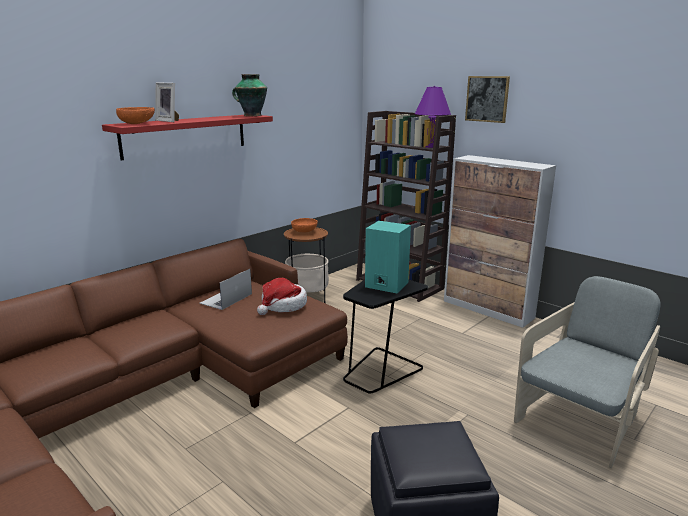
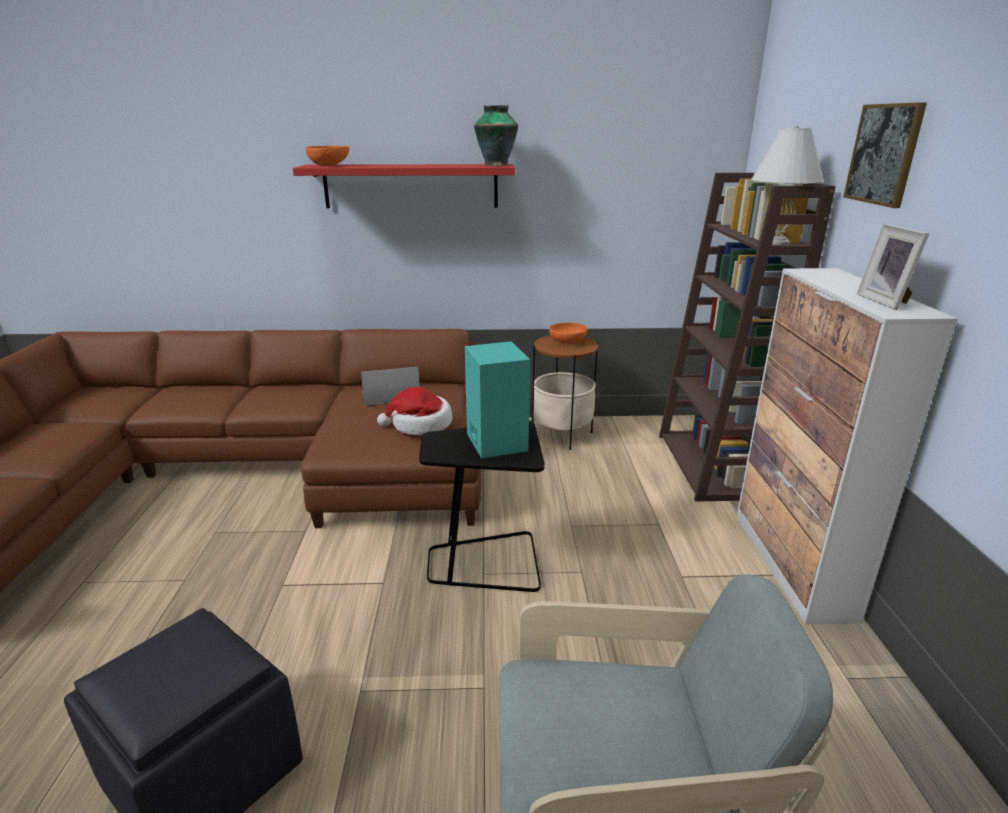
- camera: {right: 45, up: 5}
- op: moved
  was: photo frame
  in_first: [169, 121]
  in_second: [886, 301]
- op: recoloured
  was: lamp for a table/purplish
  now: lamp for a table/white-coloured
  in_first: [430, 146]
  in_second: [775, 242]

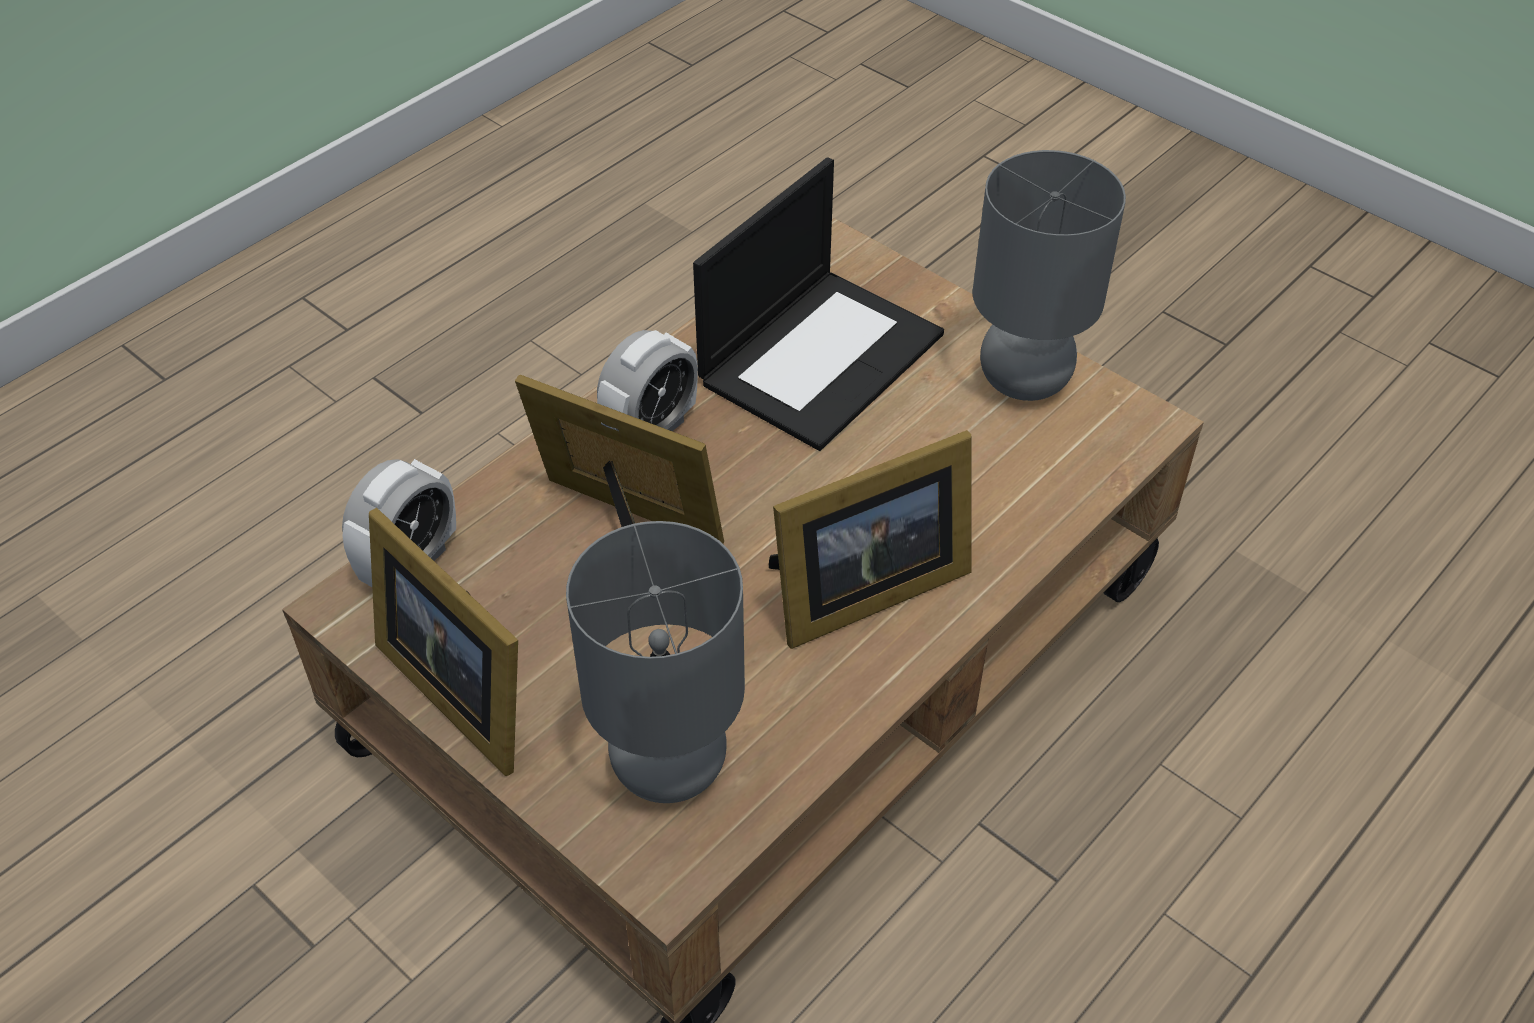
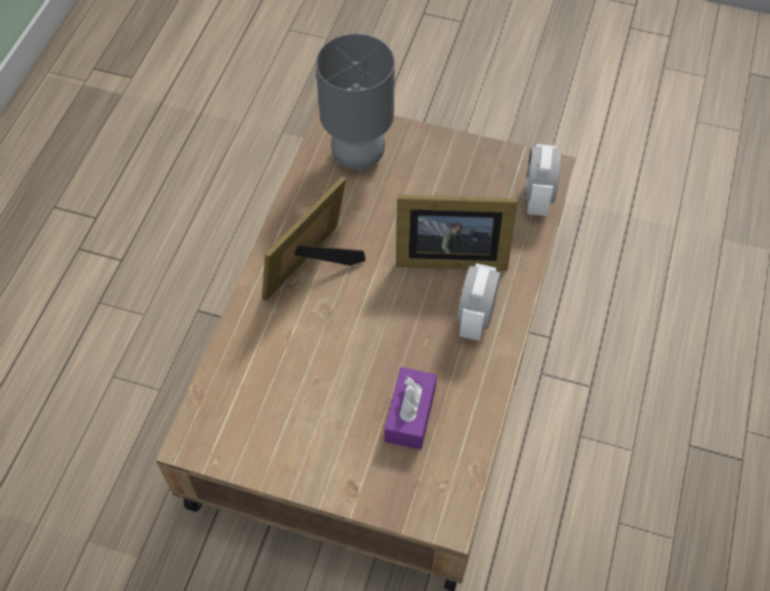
- camera: {right: 155, up: 10}
- op: removed
  was: lamp for a table/greyish
  in_first: [1024, 379]
- op: replaced
  was: portable computer
  now: tissue holder/purplish
  in_first: [821, 356]
  in_second: [410, 414]
- op: removed
  was: photo frame
  in_first: [461, 686]

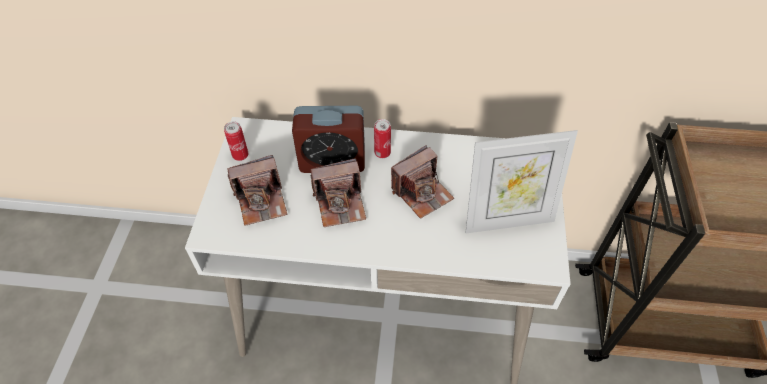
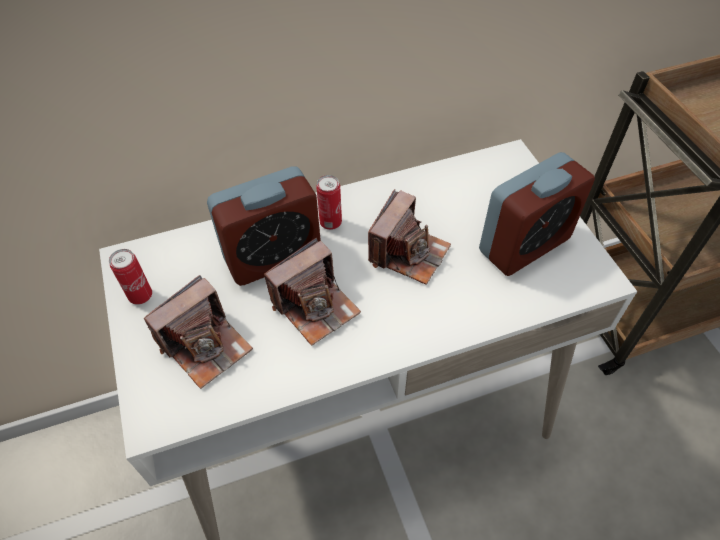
- camera: {right: -25, up: 0}
- op: replaced
  was: photo frame
  now: table clock
  in_first: [507, 219]
  in_second: [524, 245]

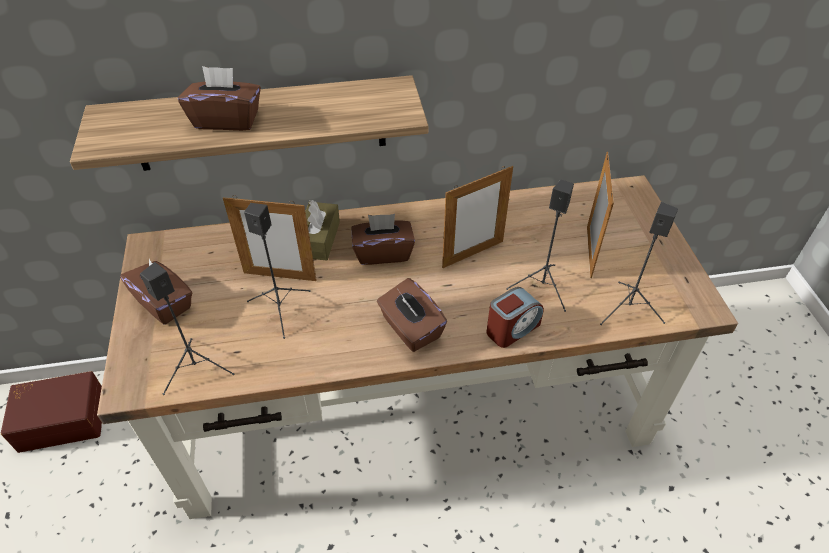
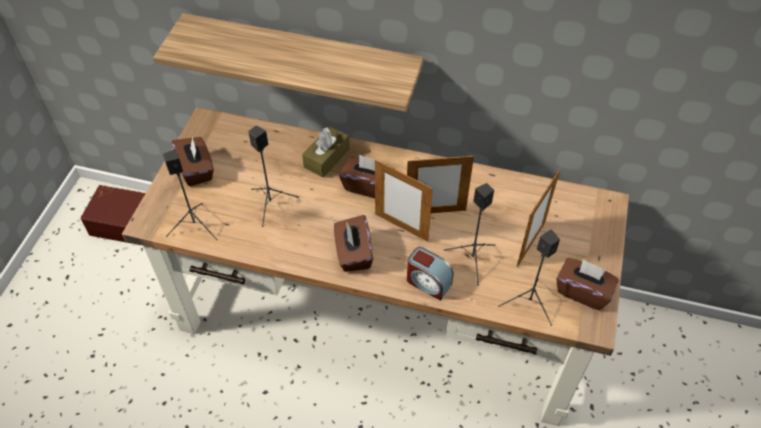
- camera: {right: 25, up: 5}
- op: moved
  was: tissue holder/brownish
  in_first: [227, 120]
  in_second: [582, 291]
- op: moved
  was: photo frame
  in_first: [280, 276]
  in_second: [401, 227]
- op: turned
  was: table clock
  in_first: [512, 329]
  in_second: [428, 282]
  clockwise: 45

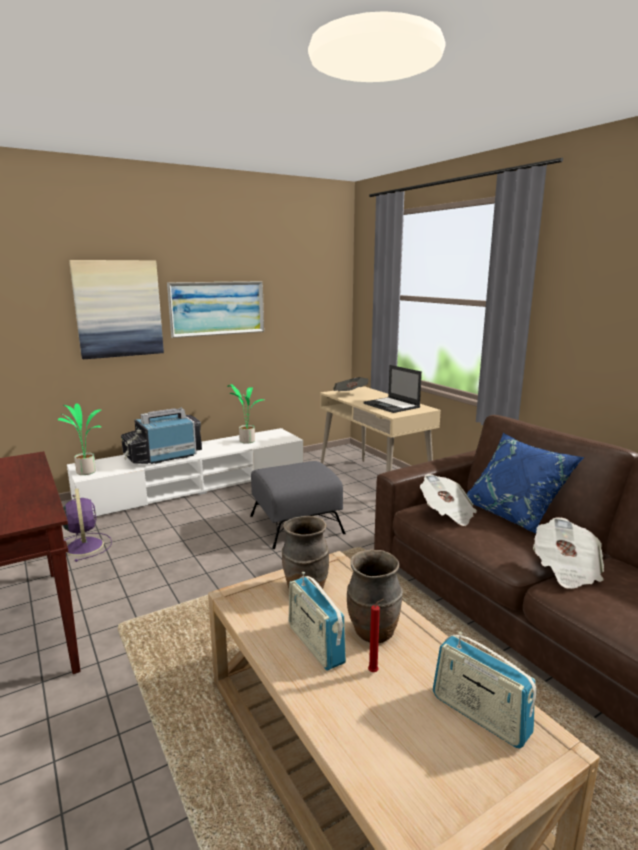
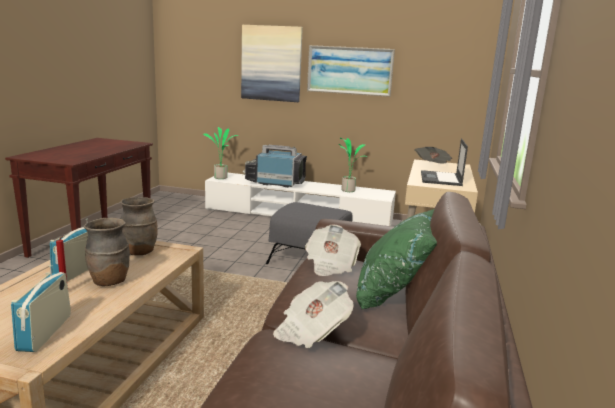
- camera: {right: 45, up: 0}
- op: recoloured
  was: cushion/blue
  now: cushion/greenish
  in_first: [514, 515]
  in_second: [393, 293]
- op: removed
  was: cooling fan/purplish
  in_first: [84, 545]

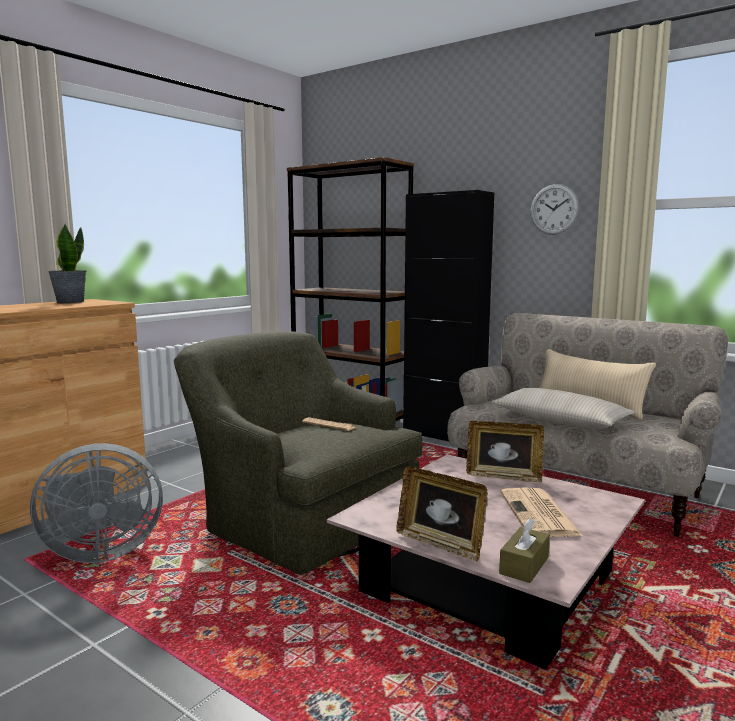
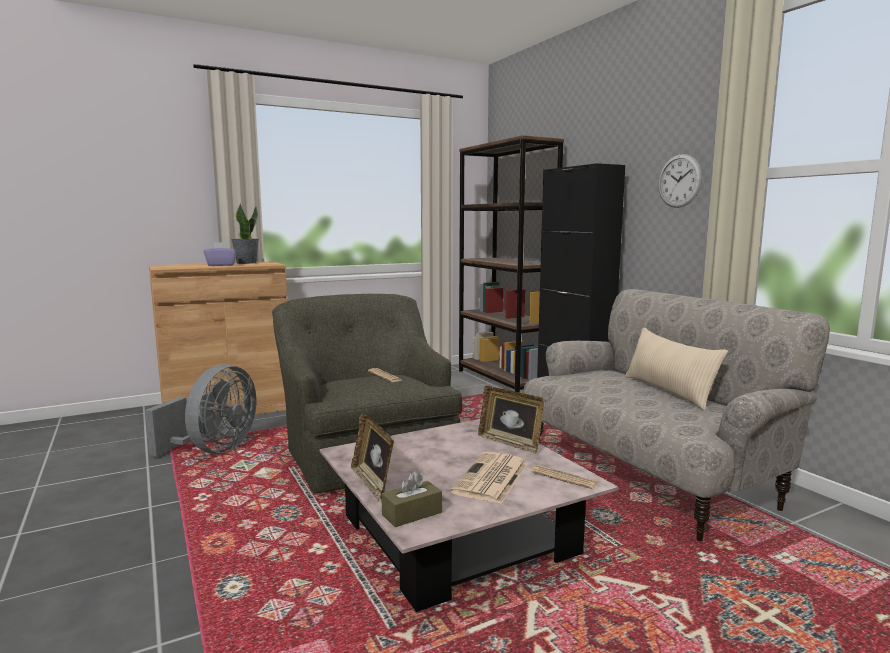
- camera: {right: 25, up: 0}
- op: removed
  was: cushion/beige-coloured
  in_first: [559, 421]
- op: turned
  was: cooling fan/greyish
  in_first: [99, 552]
  in_second: [214, 450]
  clockwise: -75
- op: added
  now: tissue holder/purplish
  in_second: [221, 265]
- op: added
  now: printed paper
  in_second: [564, 478]

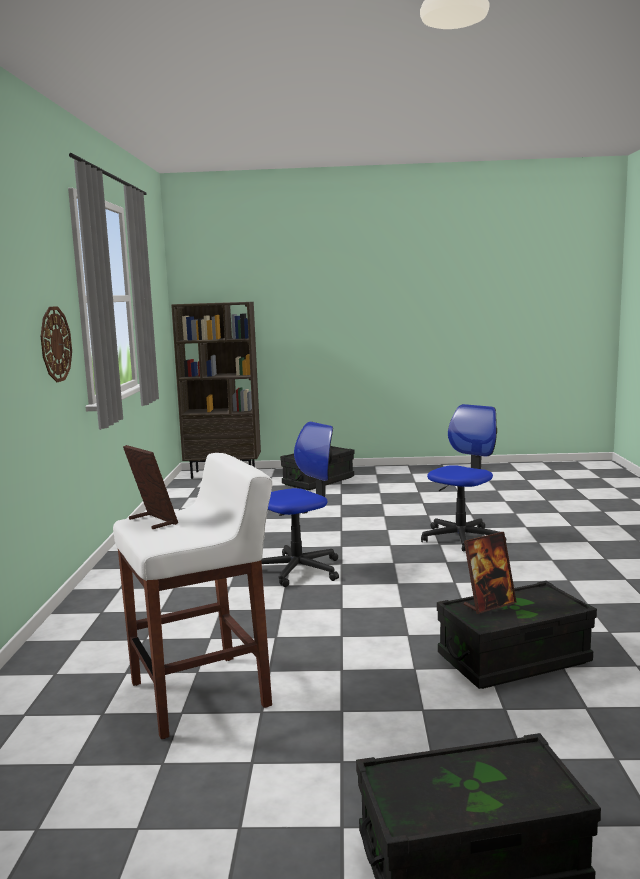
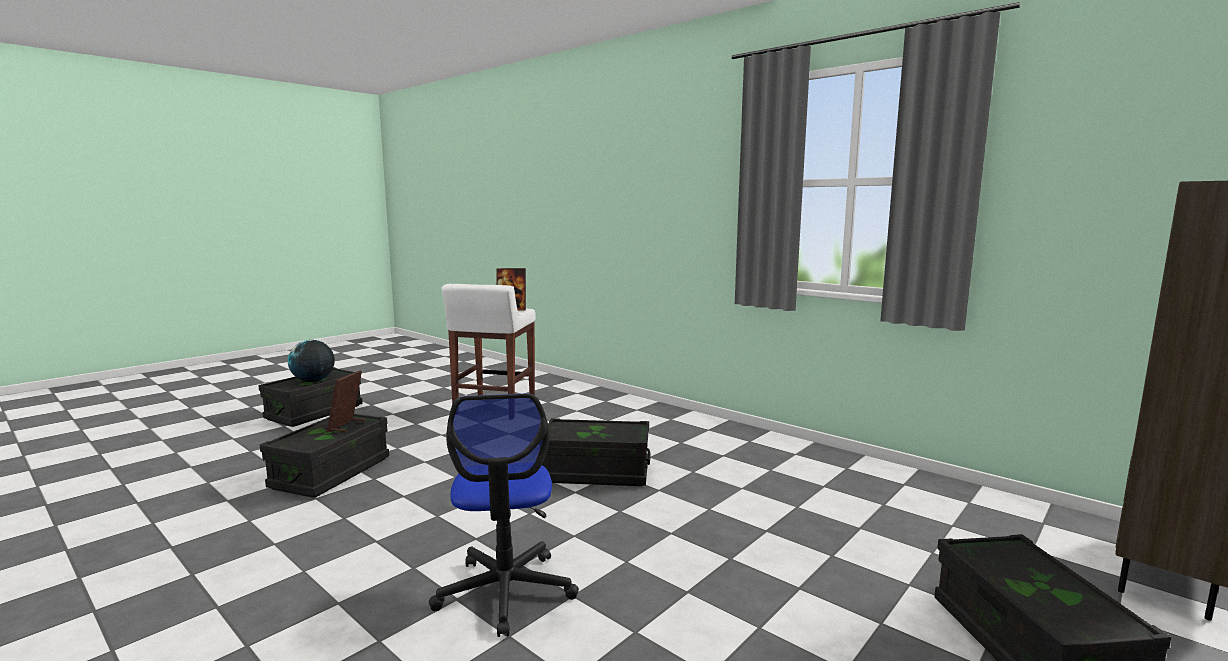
- camera: {right: 130, up: 0}
- op: removed
  was: clock on the wall
  in_first: [55, 344]
- op: replaced
  was: desk chair
  now: storage box/blackish
  in_first: [299, 569]
  in_second: [596, 472]
- op: added
  now: globe
  in_second: [313, 381]

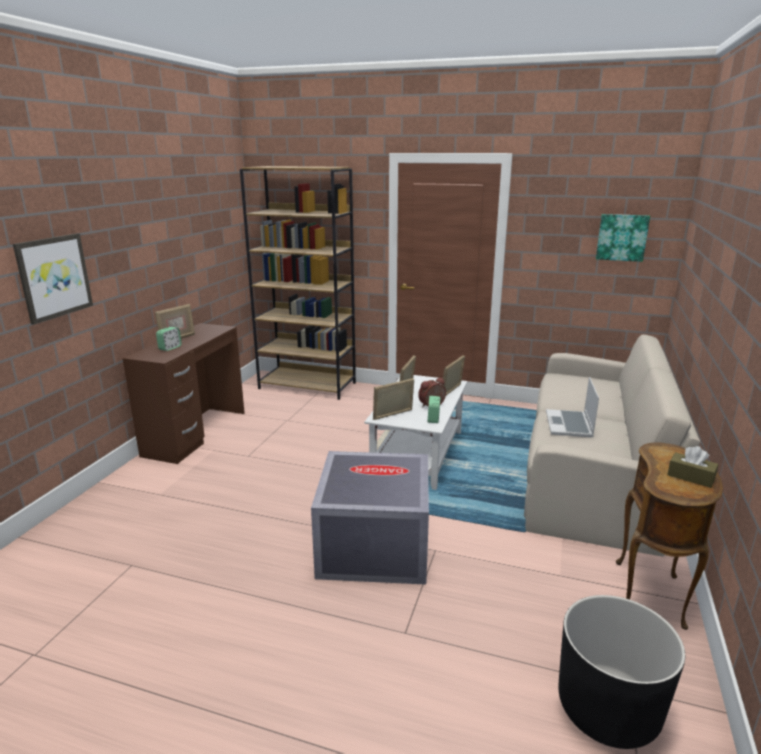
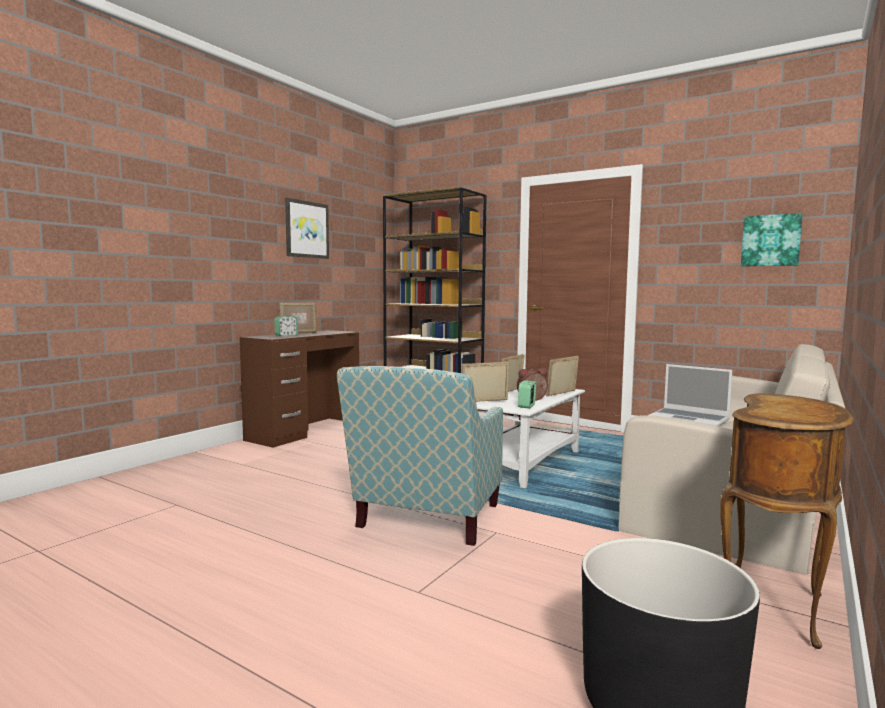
- camera: {right: 15, up: -15}
- op: moved
  was: picture
  in_first: [54, 277]
  in_second: [306, 229]
- op: turned
  was: portable computer
  in_first: [569, 425]
  in_second: [690, 420]
  clockwise: -75
- op: removed
  was: tissue holder/brownish
  in_first: [690, 477]
- op: replaced
  was: storage box/greyish
  now: armchair
  in_first: [372, 547]
  in_second: [425, 521]

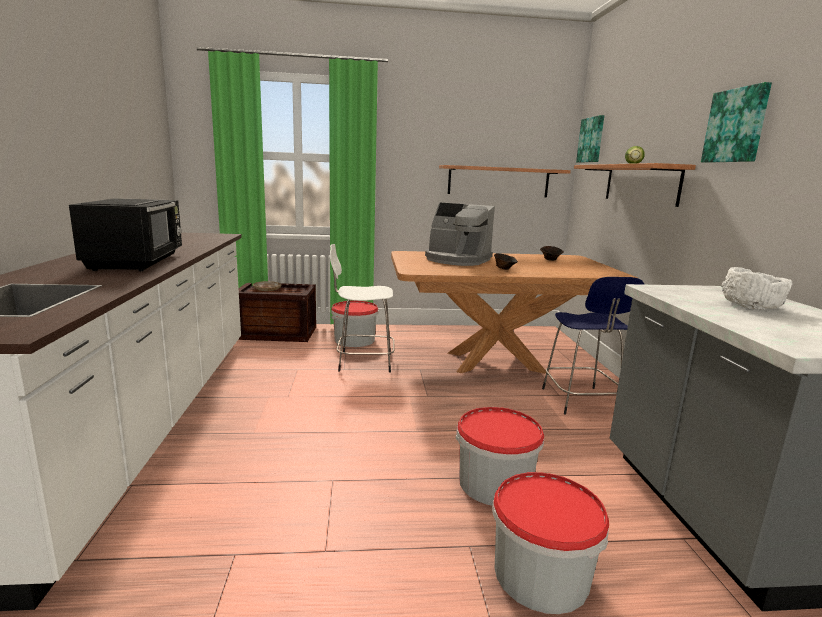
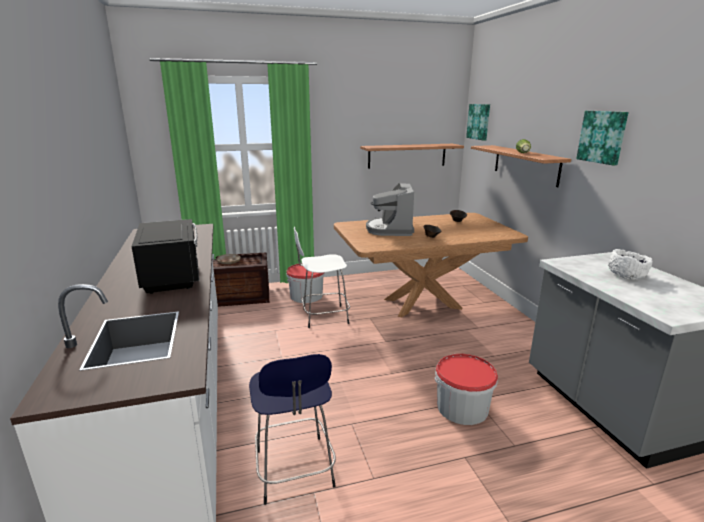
- camera: {right: -10, up: 5}
- op: turned
  was: coffee brewer
  in_first: [457, 260]
  in_second: [390, 229]
  clockwise: 75
- op: moved
  was: stool/blue
  in_first: [581, 402]
  in_second: [295, 471]
- op: removed
  was: bucket
  in_first: [541, 574]

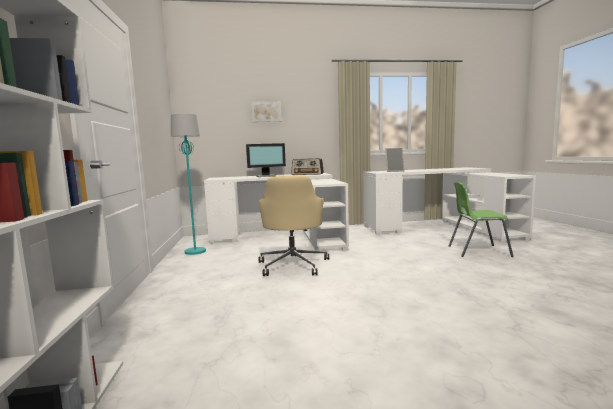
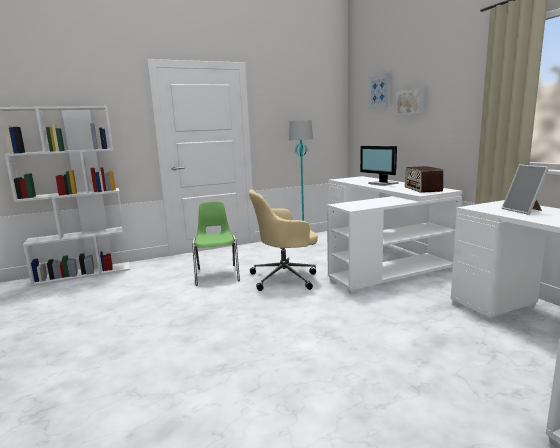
- camera: {right: 75, up: 5}
- op: moved
  was: plain chair/greenish
  in_first: [477, 251]
  in_second: [217, 274]
- op: added
  now: picture
  in_second: [379, 91]

